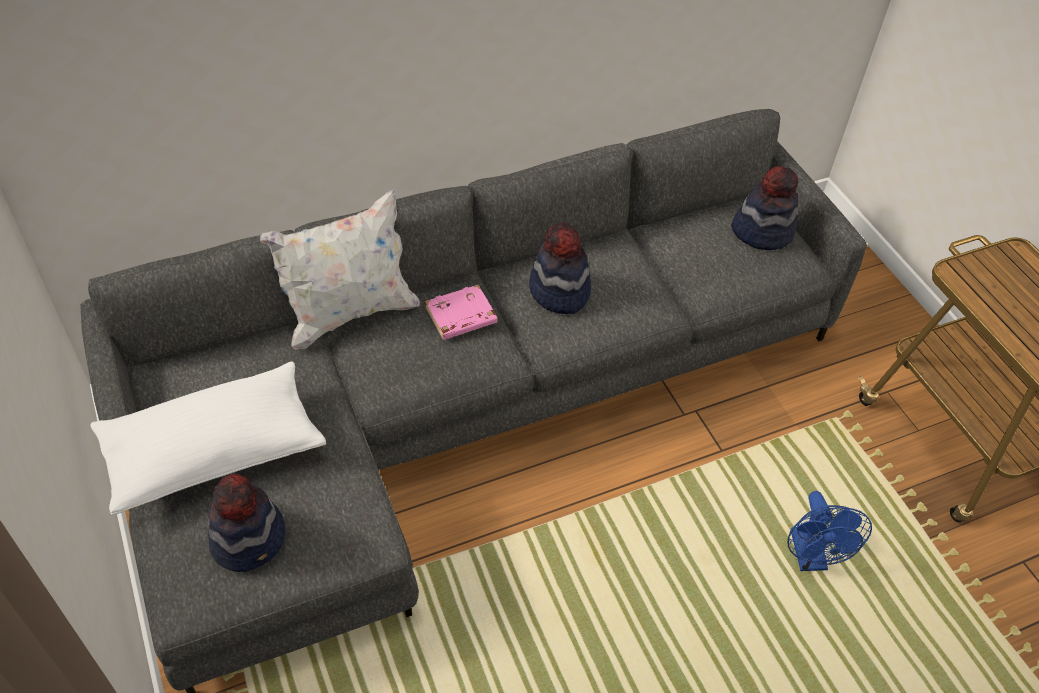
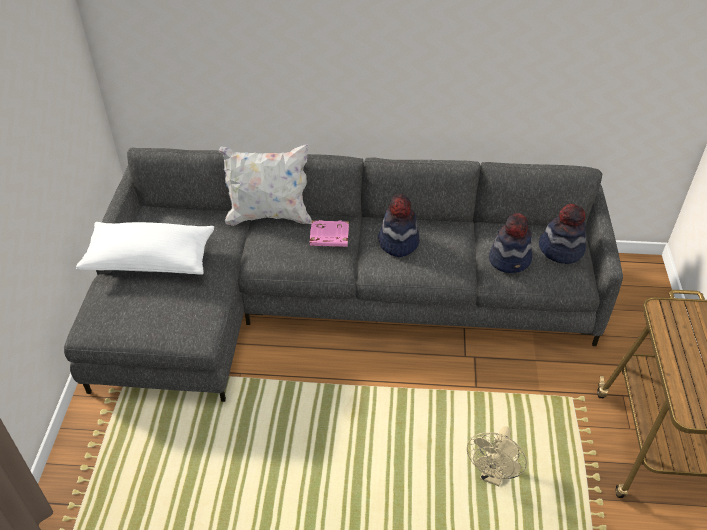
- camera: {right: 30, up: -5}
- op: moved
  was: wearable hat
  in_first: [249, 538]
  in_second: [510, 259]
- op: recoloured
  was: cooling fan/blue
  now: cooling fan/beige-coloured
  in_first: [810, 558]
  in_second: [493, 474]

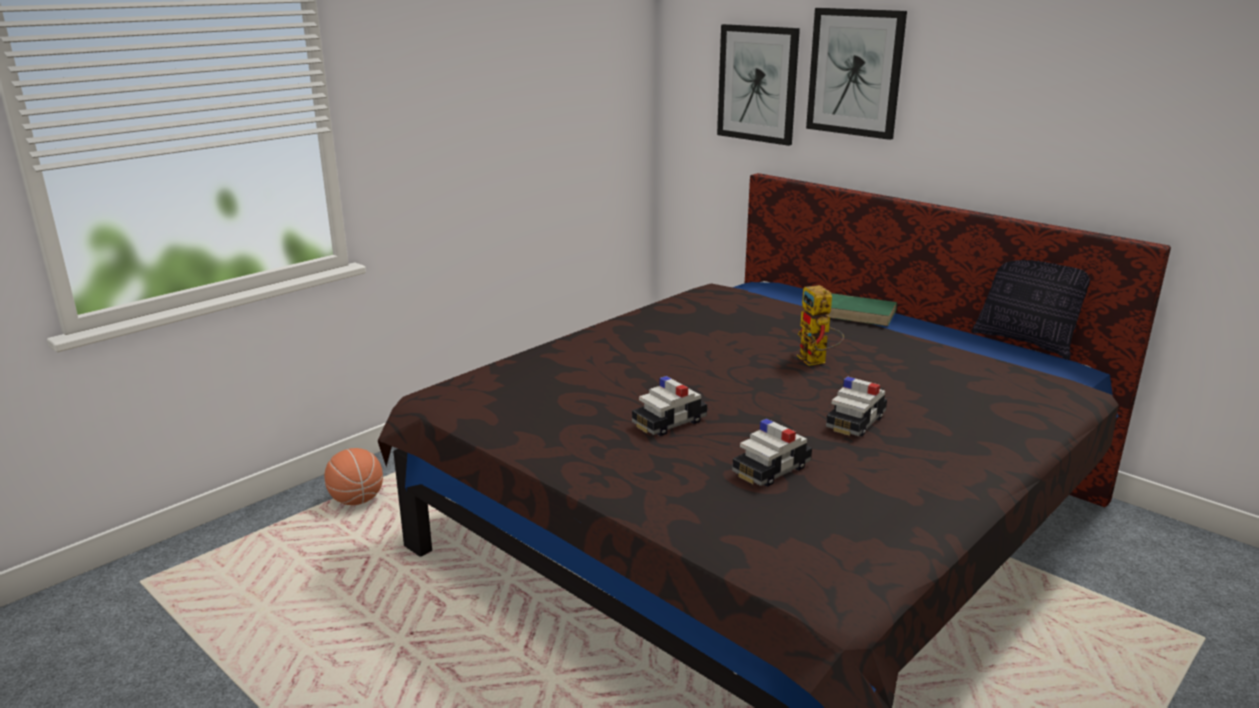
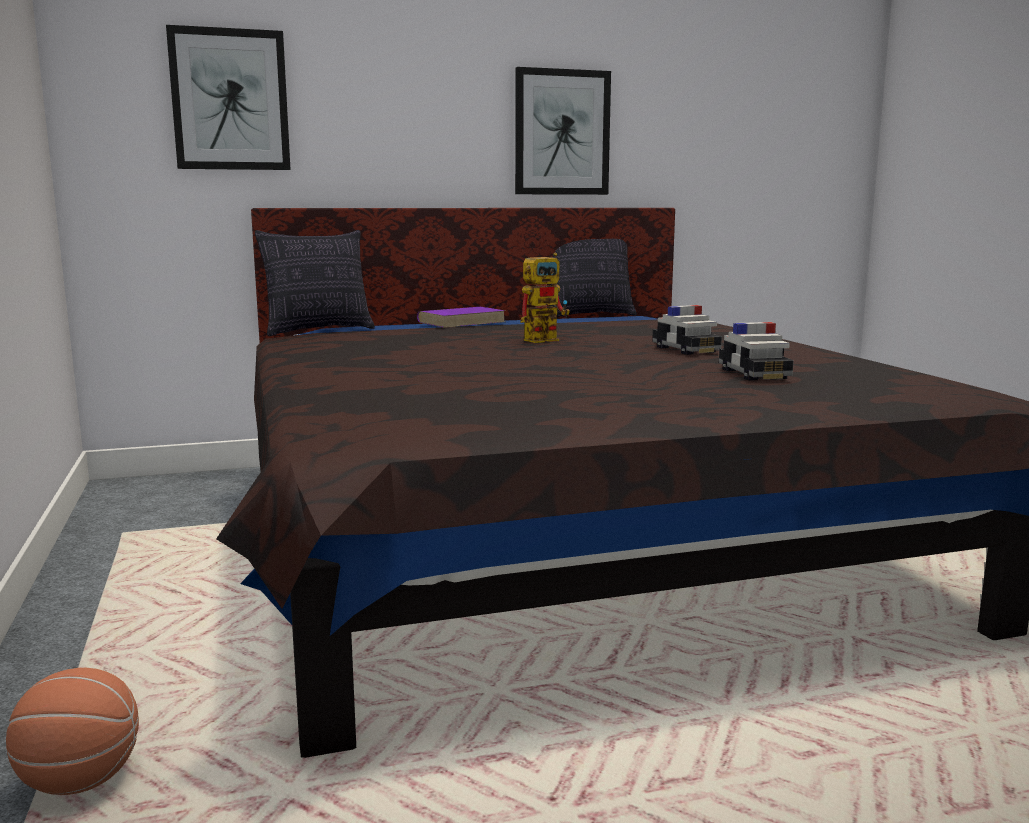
- camera: {right: -60, up: -10}
- op: moved
  was: picture
  in_first: [855, 72]
  in_second: [562, 133]
- op: turned
  was: toy robot
  in_first: [817, 361]
  in_second: [545, 339]
  clockwise: -45
- op: recoloured
  was: book/greenish
  now: book/purplish
  in_first: [858, 313]
  in_second: [462, 322]
- op: removed
  was: miniature car
  in_first: [669, 422]
- op: added
  now: cushion
  in_second: [318, 331]

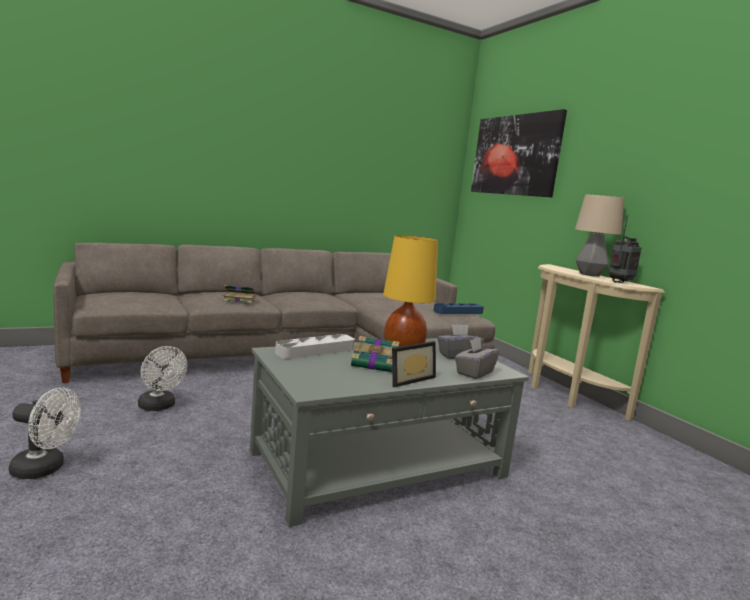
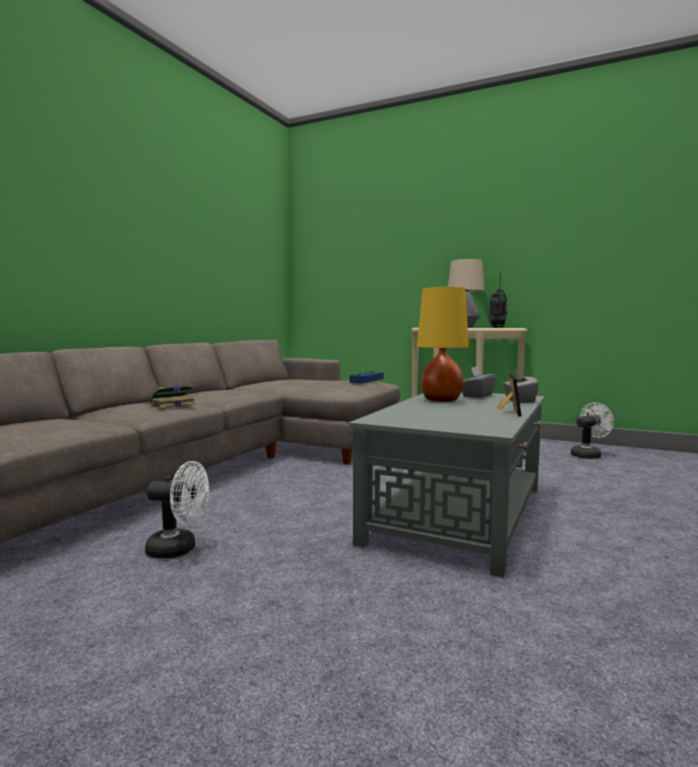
- camera: {right: -35, up: -5}
- op: removed
  was: picture
  in_first: [515, 155]
- op: removed
  was: carrying tray/greyish
  in_first: [315, 351]
- op: removed
  was: book
  in_first: [375, 364]
- op: moved
  was: cooling fan/white-coloured
  in_first: [45, 469]
  in_second: [588, 455]

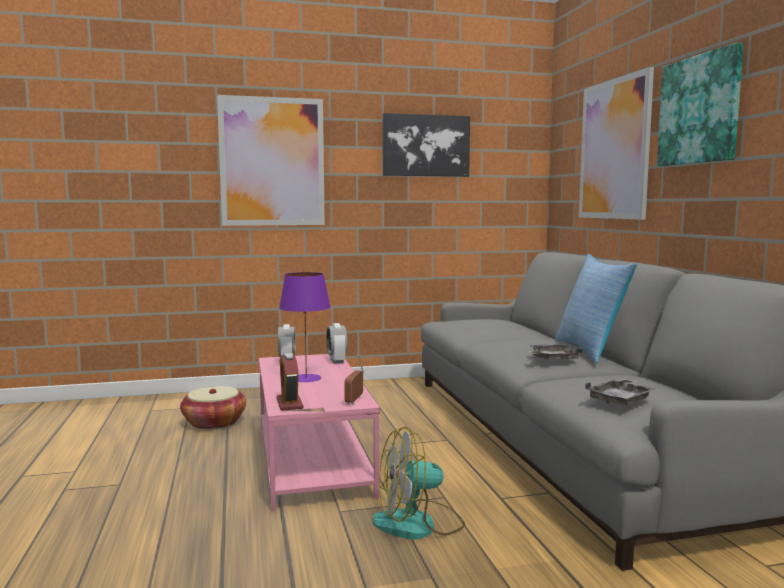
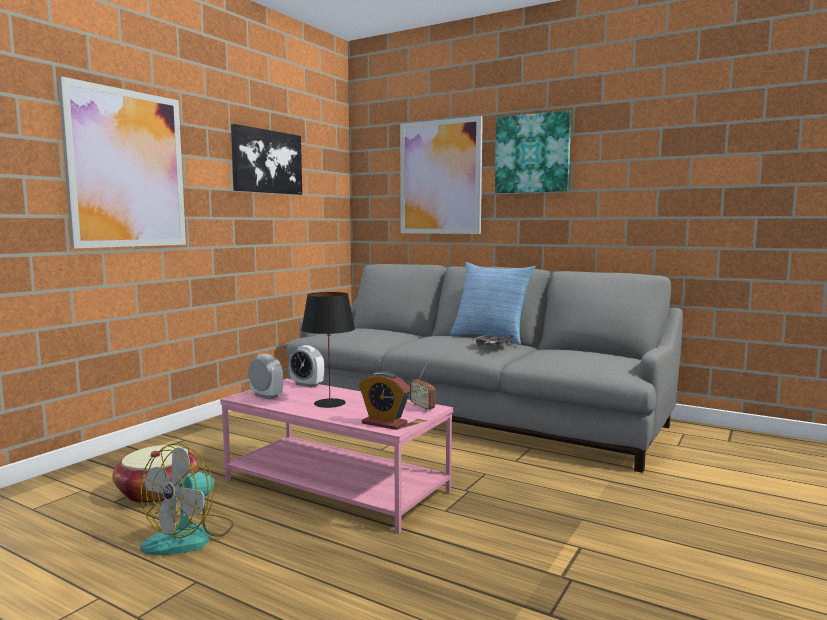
- camera: {right: -45, up: 0}
- op: recoloured
  was: lamp for a table/purplish
  now: lamp for a table/blackish
  in_first: [306, 378]
  in_second: [330, 403]
- op: removed
  was: carrying tray/greyish
  in_first: [621, 400]
- op: moved
  was: cooling fan
  in_first: [418, 524]
  in_second: [190, 536]

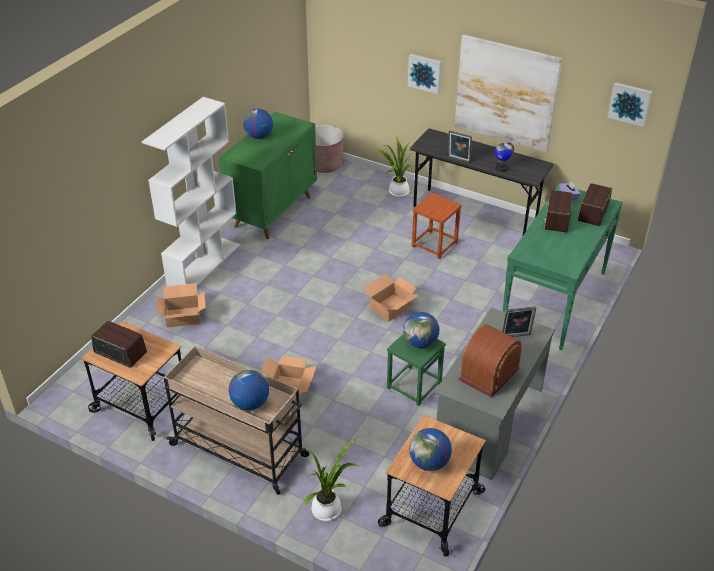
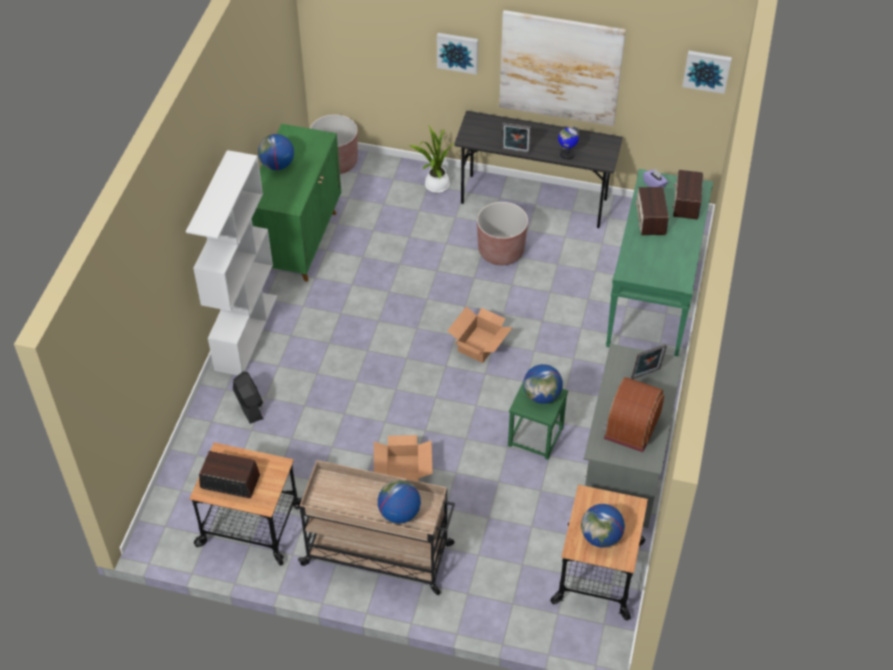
- camera: {right: -15, up: 10}
- op: replaced
  was: stool/brownish
  now: flower pot/brownish
  in_first: [434, 244]
  in_second: [501, 251]
- op: replaced
  was: packing box
  now: cooling fan/blackish
  in_first: [182, 316]
  in_second: [249, 405]
- op: removed
  was: plant in a pot
  in_first: [329, 509]

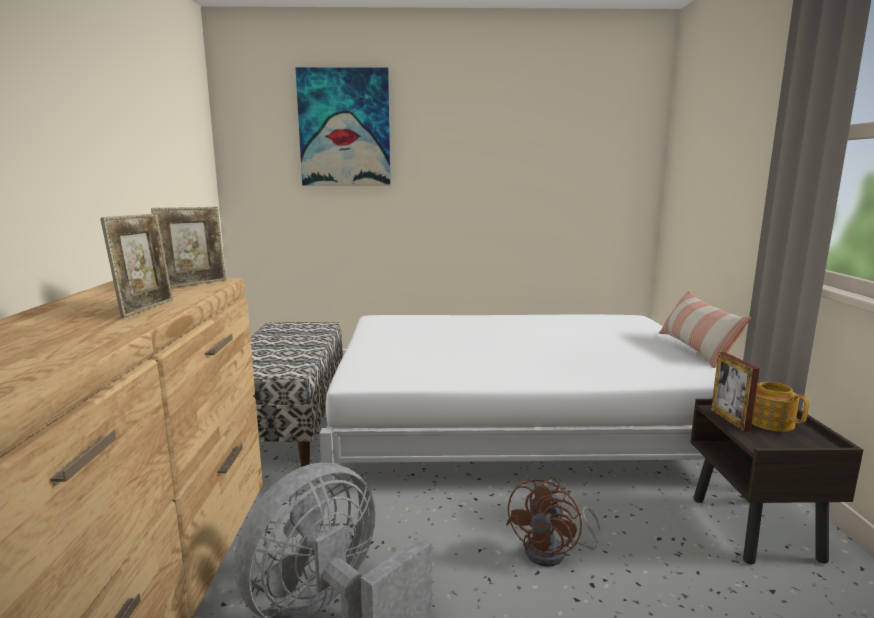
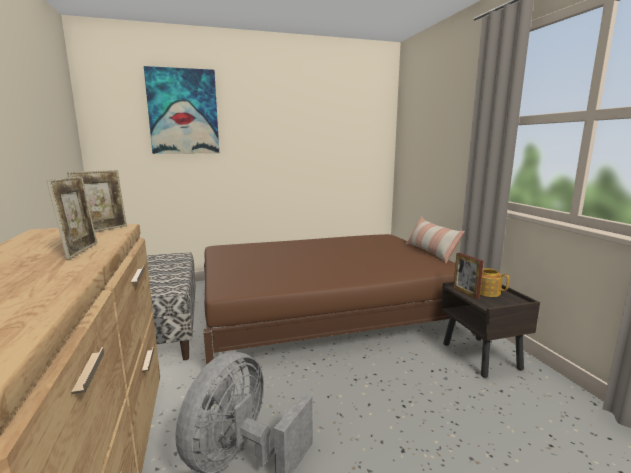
- camera: {right: -15, up: 0}
- op: recoloured
  was: sleeping bed/white-coloured
  now: sleeping bed/brownish
  in_first: [516, 423]
  in_second: [323, 310]
- op: removed
  was: cooling fan/brownish
  in_first: [554, 552]

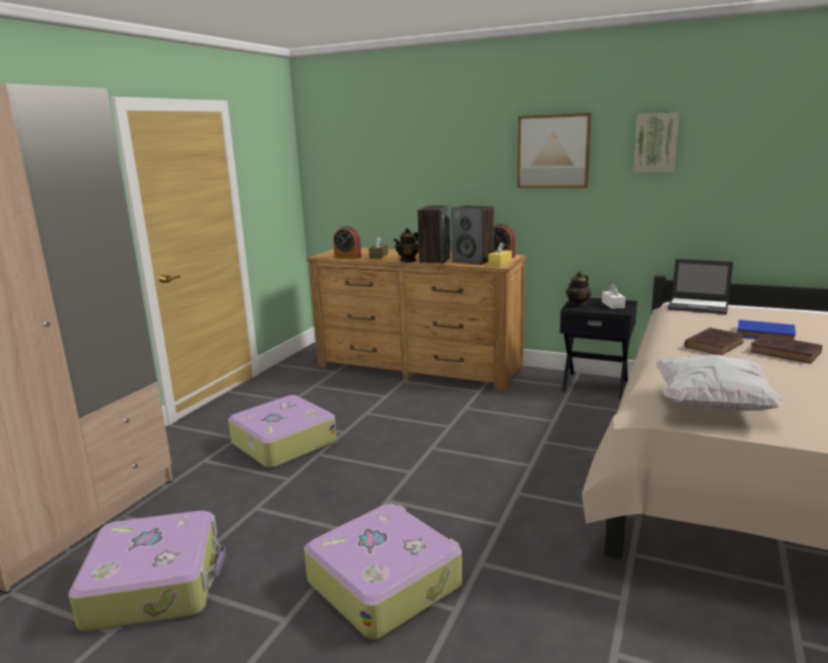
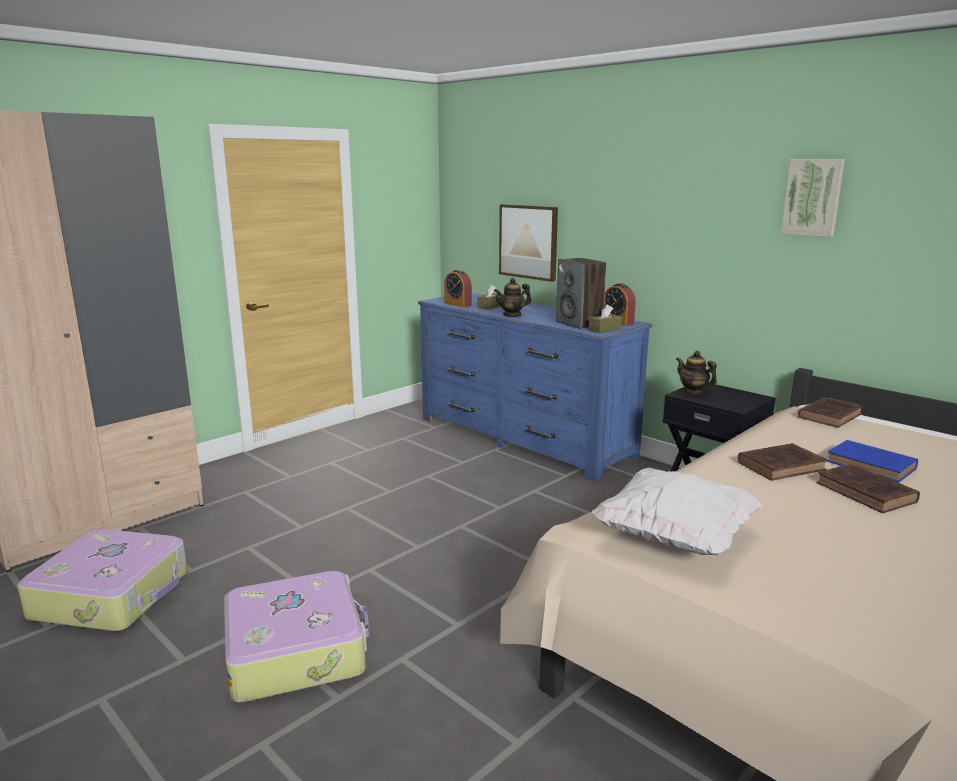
- camera: {right: 20, up: 0}
- op: moved
  was: picture
  in_first: [553, 151]
  in_second: [528, 242]
- op: removed
  was: loudspeaker
  in_first: [435, 260]
- op: recoloured
  was: tissue holder/yellow-coloured
  now: tissue holder/brownish
  in_first: [500, 263]
  in_second: [604, 330]
- op: recoloured
  was: dresser/brownish
  now: dresser/blue
  in_first: [418, 367]
  in_second: [523, 437]
- op: replaced
  was: portable computer
  now: book/brownish
  in_first: [699, 306]
  in_second: [830, 415]
- op: turned
  was: tea pot
  in_first: [578, 305]
  in_second: [693, 392]
  clockwise: 75
- op: removed
  was: tissue holder/white-coloured
  in_first: [613, 305]
- op: removed
  was: travel case
  in_first: [282, 443]

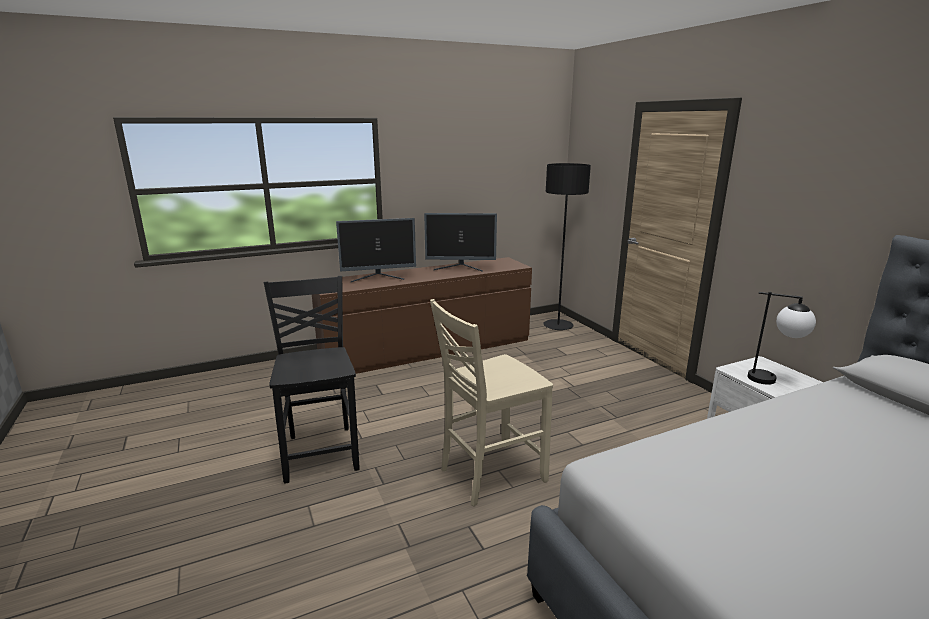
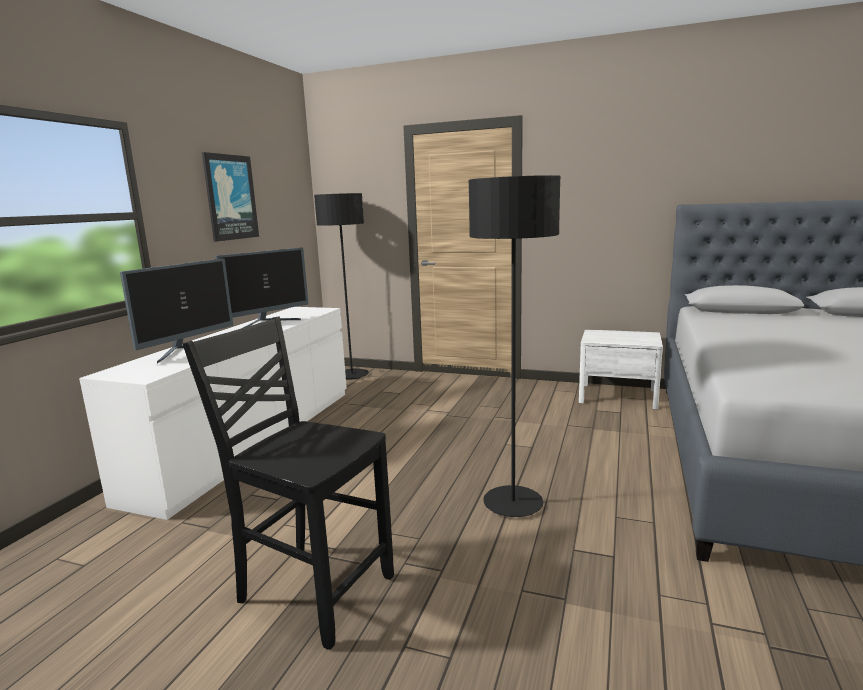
- camera: {right: -45, up: -5}
- op: recoloured
  was: dresser/brownish
  now: dresser/white-coloured
  in_first: [427, 349]
  in_second: [252, 439]
- op: removed
  was: lamp for a table
  in_first: [773, 380]
- op: replaced
  was: plain chair/beige-coloured
  now: floor lamp/blackish
  in_first: [490, 474]
  in_second: [513, 504]
- op: added
  now: picture
  in_second: [230, 197]

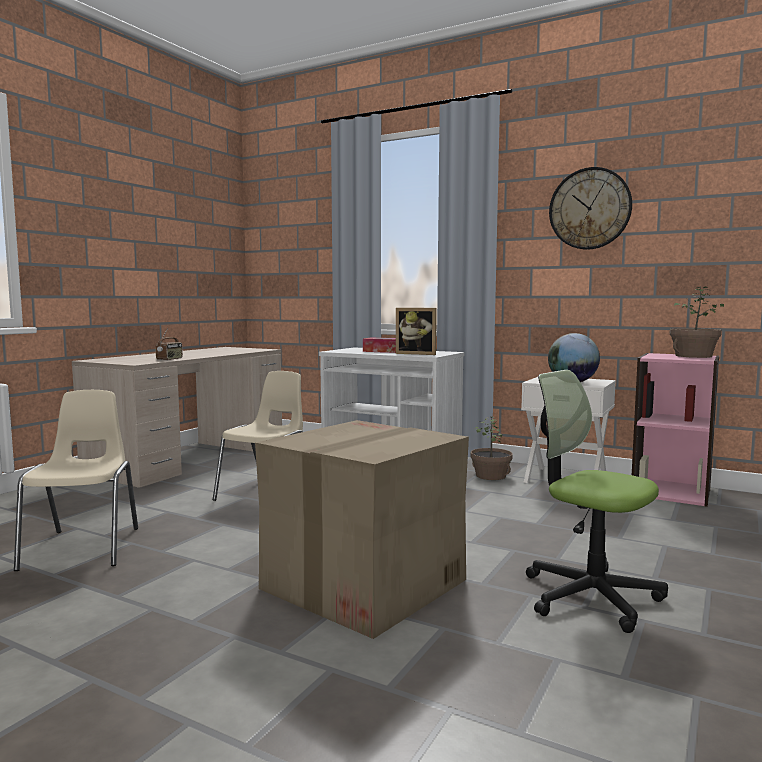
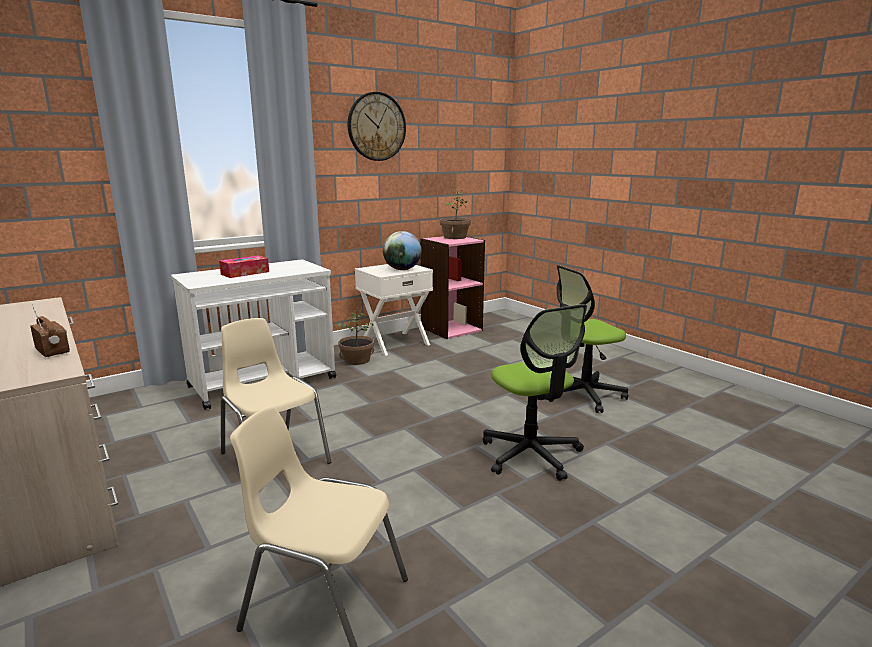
- camera: {right: -65, up: 10}
- op: removed
  was: photo frame
  in_first: [417, 353]
- op: replaced
  was: packing box
  now: desk chair
  in_first: [363, 584]
  in_second: [531, 454]

